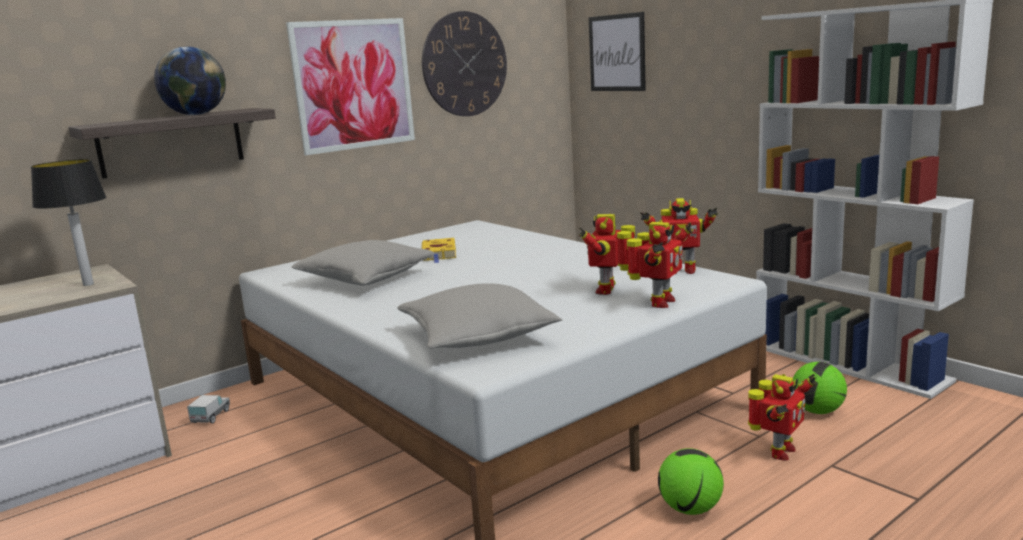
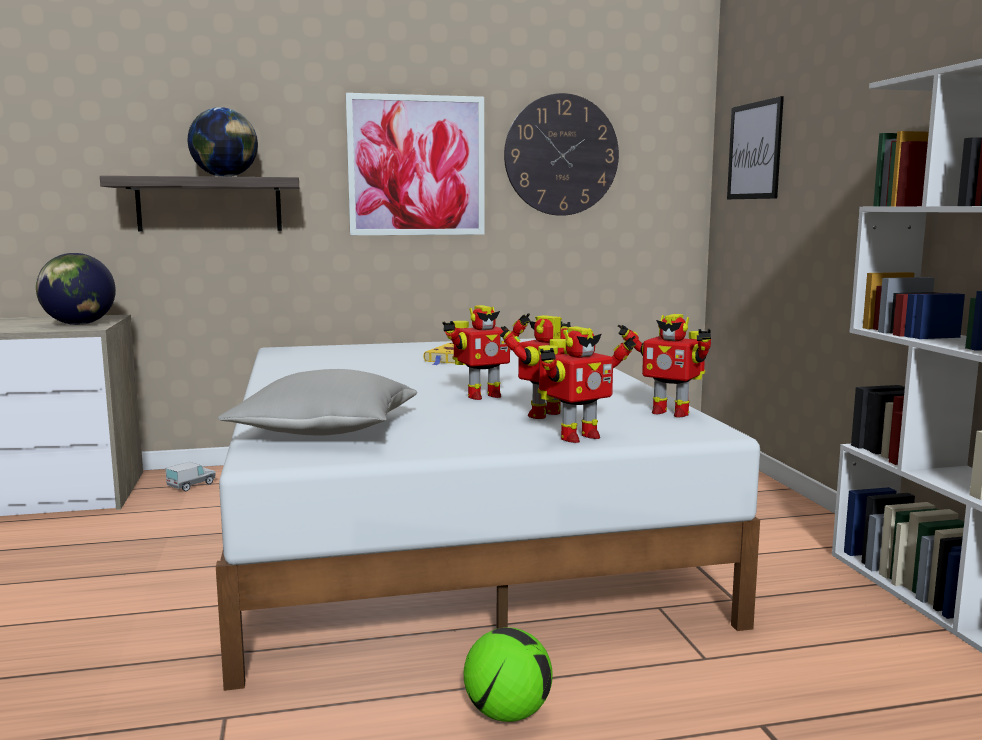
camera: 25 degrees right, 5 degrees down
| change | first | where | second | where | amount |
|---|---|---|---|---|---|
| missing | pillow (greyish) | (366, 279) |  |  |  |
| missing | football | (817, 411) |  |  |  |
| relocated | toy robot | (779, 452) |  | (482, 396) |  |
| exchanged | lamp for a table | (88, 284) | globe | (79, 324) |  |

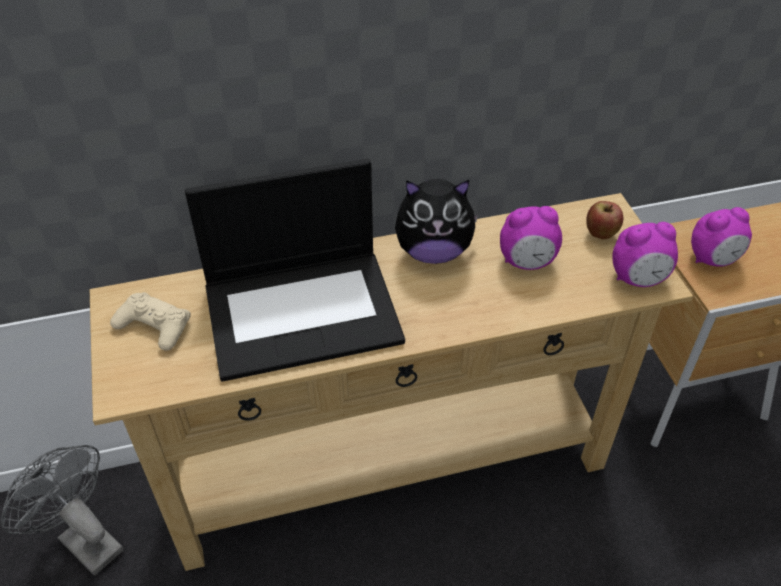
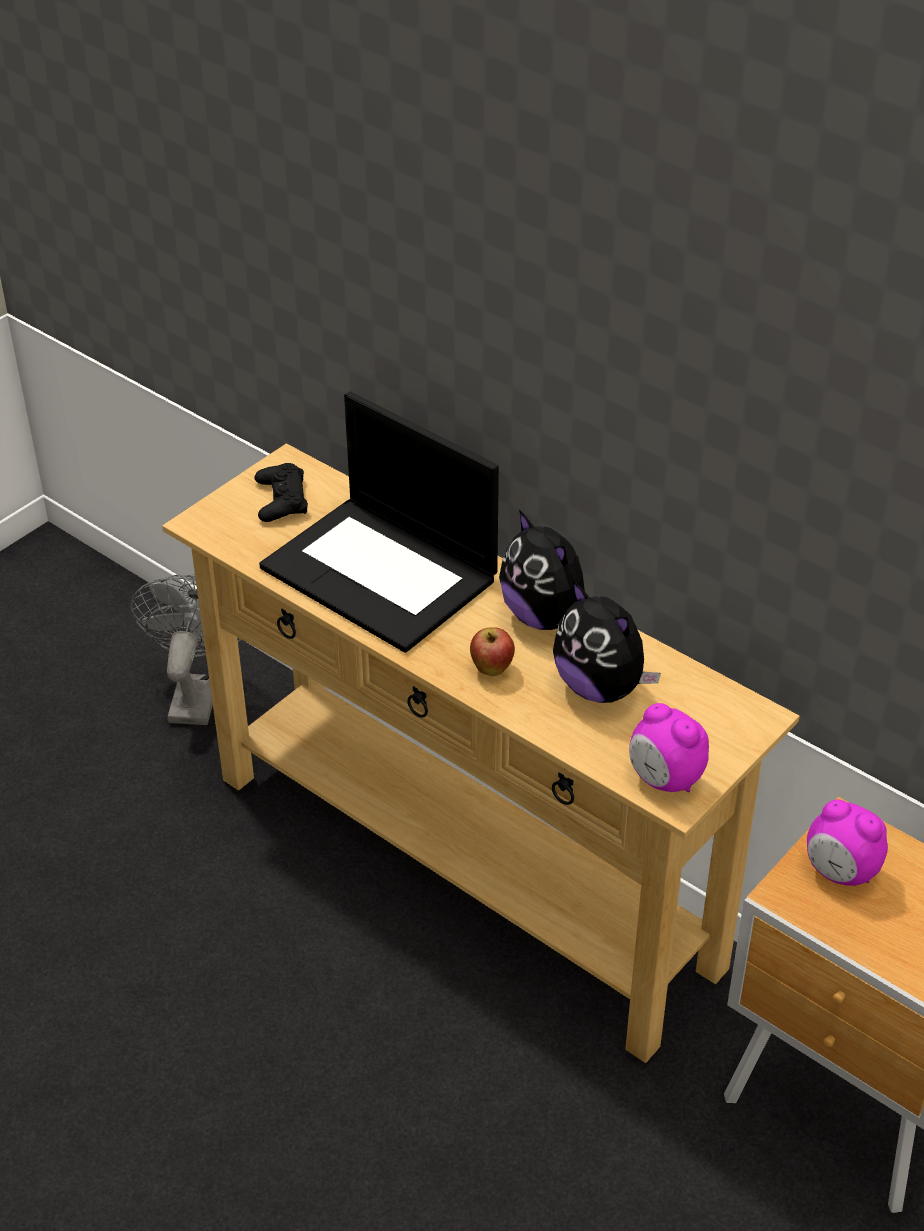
camera: 55 degrees right, 5 degrees down
| change | first | where | second | where | amount |
|---|---|---|---|---|---|
| relocated | apple | (600, 234) |  | (492, 670) |  |
| exchanged | table clock | (527, 262) | soft toy | (601, 687) |  |
| colour | gamepad (beige) | (154, 326) | gamepad (black) | (281, 499) |  |

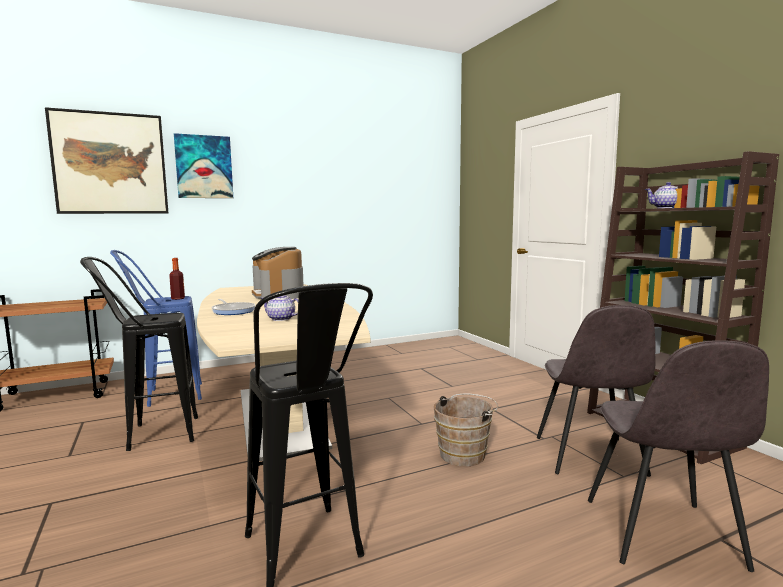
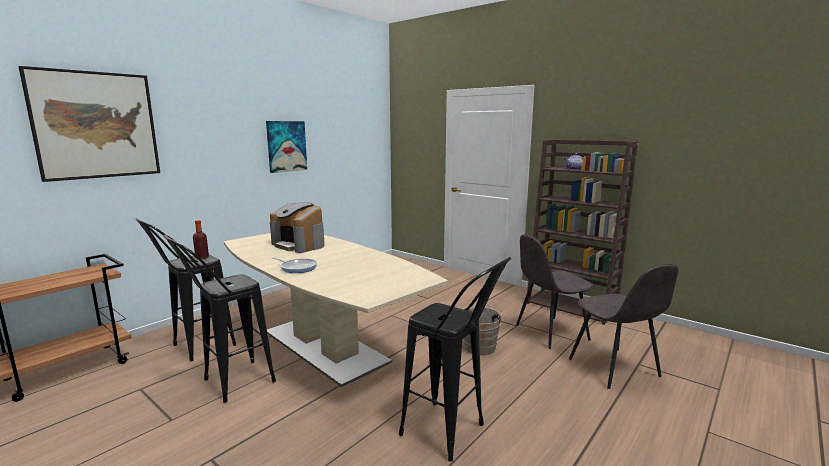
camera: 25 degrees left, 5 degrees up
| change | first | where | second | where | amount |
|---|---|---|---|---|---|
| missing | pot for tea | (281, 319) |  |  |  |
| relocated | wall picture | (204, 167) |  | (286, 146) |  |
| colour | stool (bluish) | (164, 396) | stool (black) | (194, 349) |  |
| spun | upright chair (greyish) | (590, 457) |  | (550, 333) | 90 degrees clockwise |

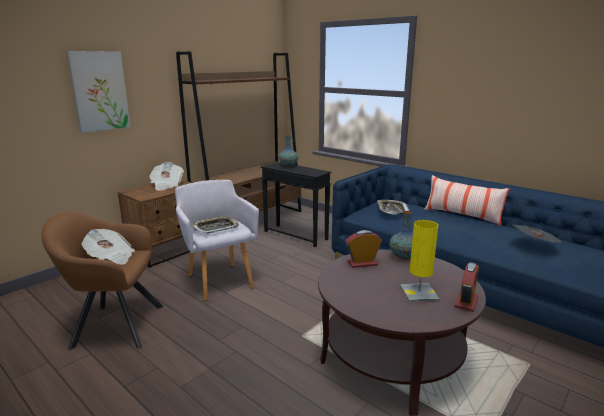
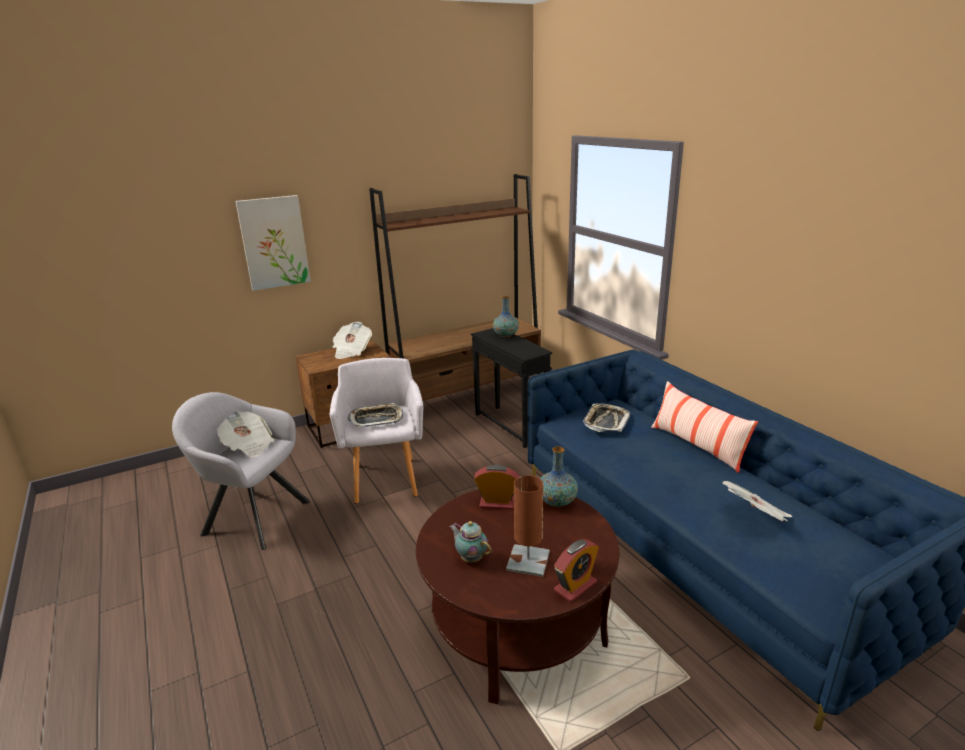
camera: 20 degrees right, 5 degrees up
| change | first | where | second | where | amount |
|---|---|---|---|---|---|
| appeared |  |  | pot for tea | (470, 558) |  |
| colour | lounge chair (brownish) | (113, 325) | lounge chair (greyish) | (252, 516) |  |
| colour | lamp for a table (yellow) | (419, 293) | lamp for a table (brownish) | (528, 561) |  |

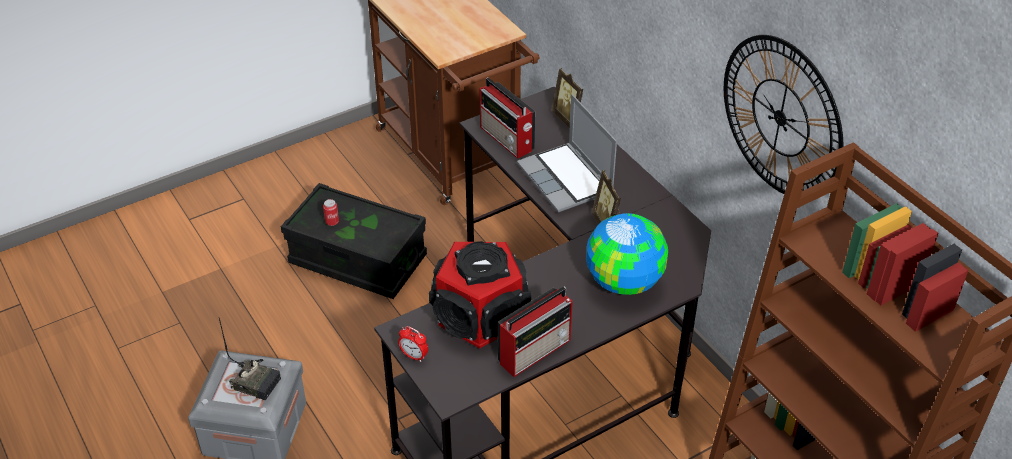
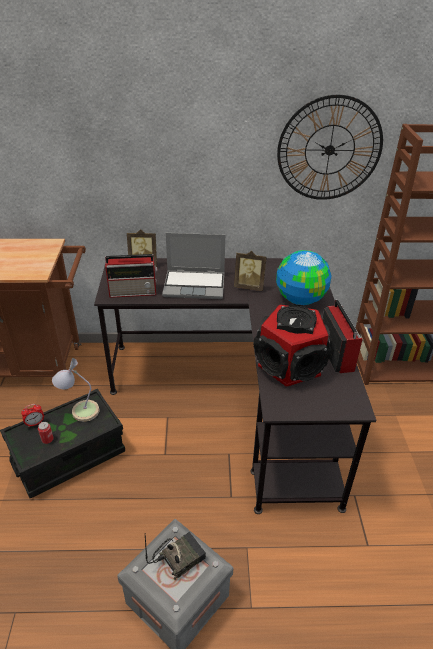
camera: 60 degrees left, 5 degrees down
| change | first | where | second | where | amount |
|---|---|---|---|---|---|
| appeared |  |  | lamp for a table | (79, 410) |  |
| relocated | table clock | (414, 356) |  | (35, 423) |  |

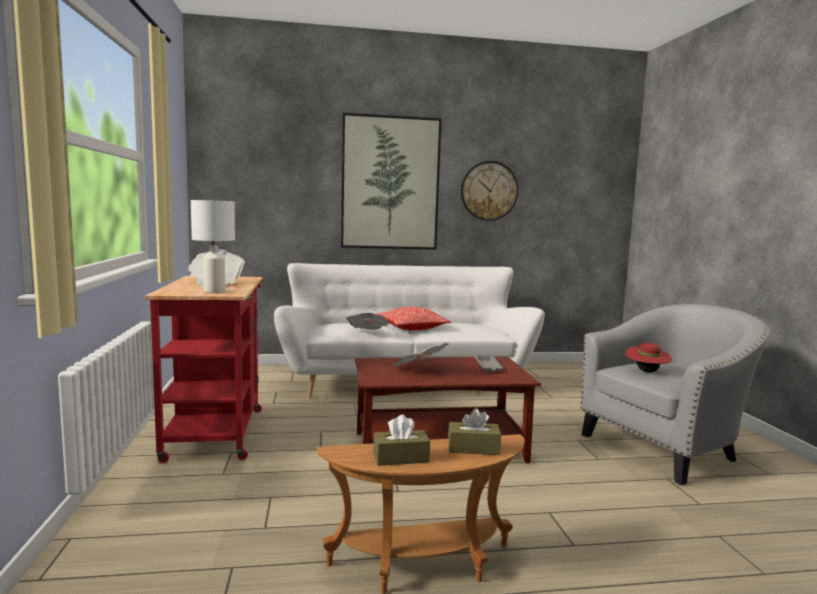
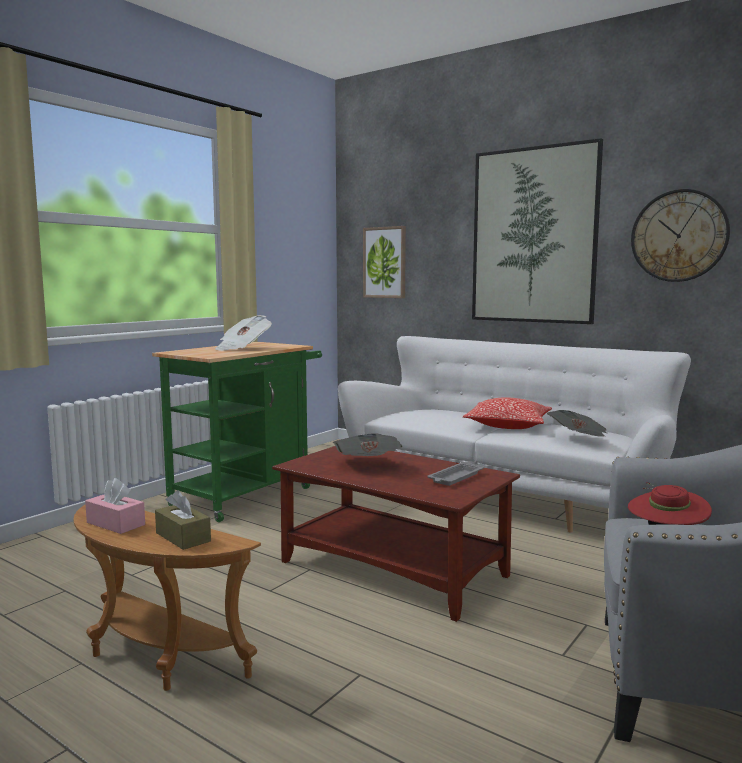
camera: 45 degrees right, 0 degrees up
| change | first | where | second | where | amount |
|---|---|---|---|---|---|
| missing | lamp for a table (whitish) | (215, 291) |  |  |  |
| appeared |  |  | wall picture | (385, 262) |  |
| relocated | newspaper | (368, 334) |  | (578, 440) |  |
| colour | cart (reddish) | (215, 430) | cart (green-coloured) | (247, 494) |  |
| colour | tissue holder (brownish) | (401, 458) | tissue holder (pink) | (115, 524) |  |

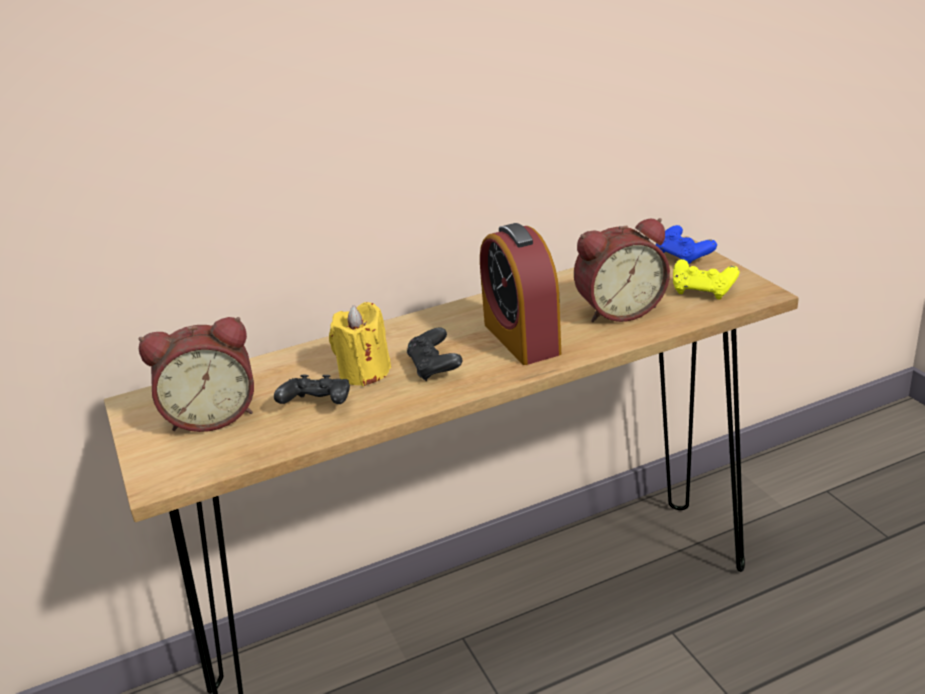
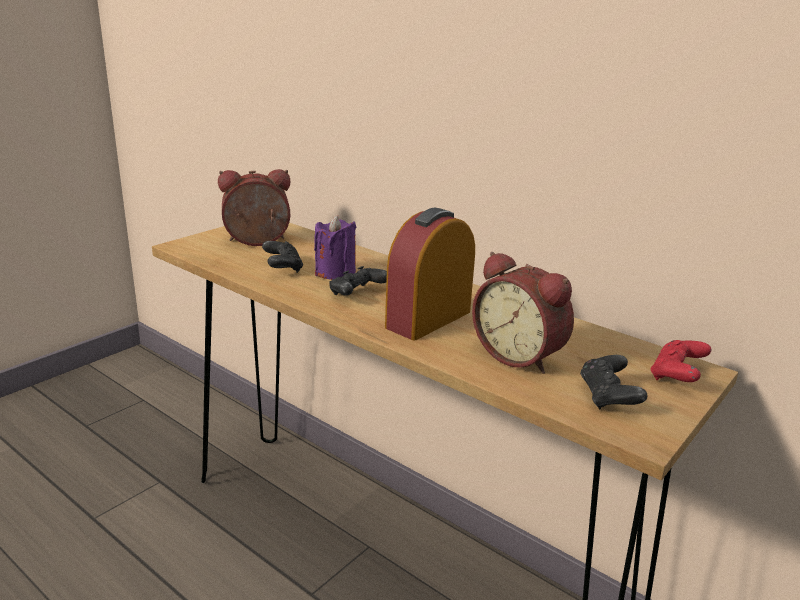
camera: 60 degrees right, 5 degrees down
| change | first | where | second | where | amount |
|---|---|---|---|---|---|
| colour | wax candle (yellow) | (364, 372) | wax candle (purple) | (335, 273) |  |
| colour | gamepad (bluish) | (683, 257) | gamepad (reddish) | (677, 375) |  |
| colour | gamepad (yellow) | (703, 291) | gamepad (black) | (608, 397) |  |
| spun | table clock | (212, 415) |  | (257, 242) | 120 degrees clockwise |

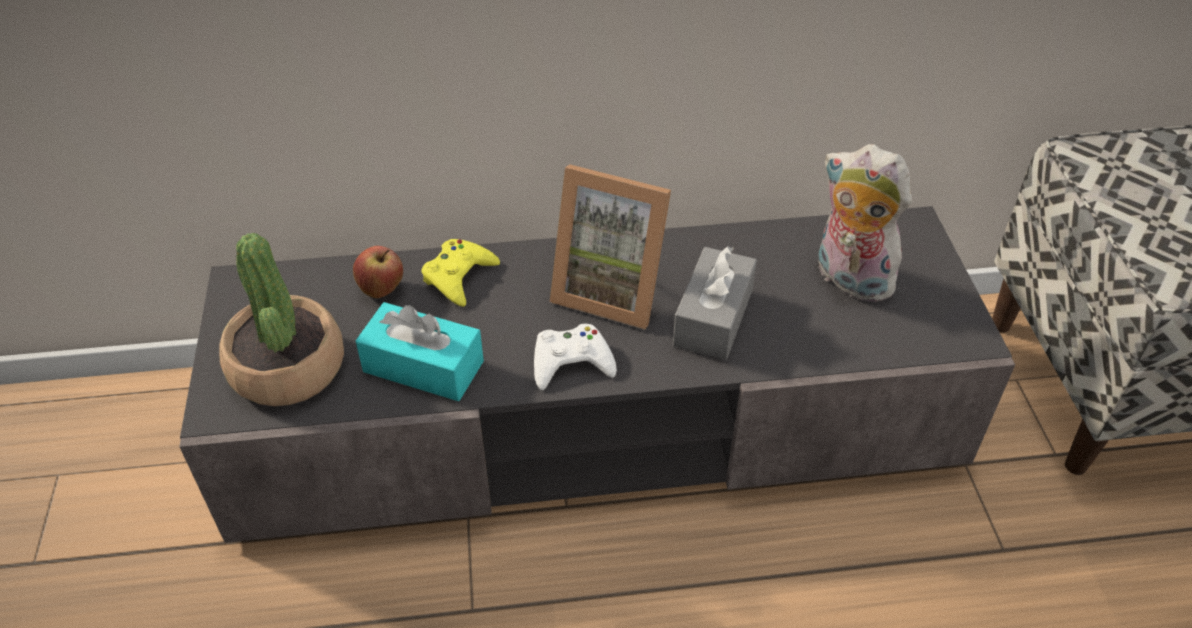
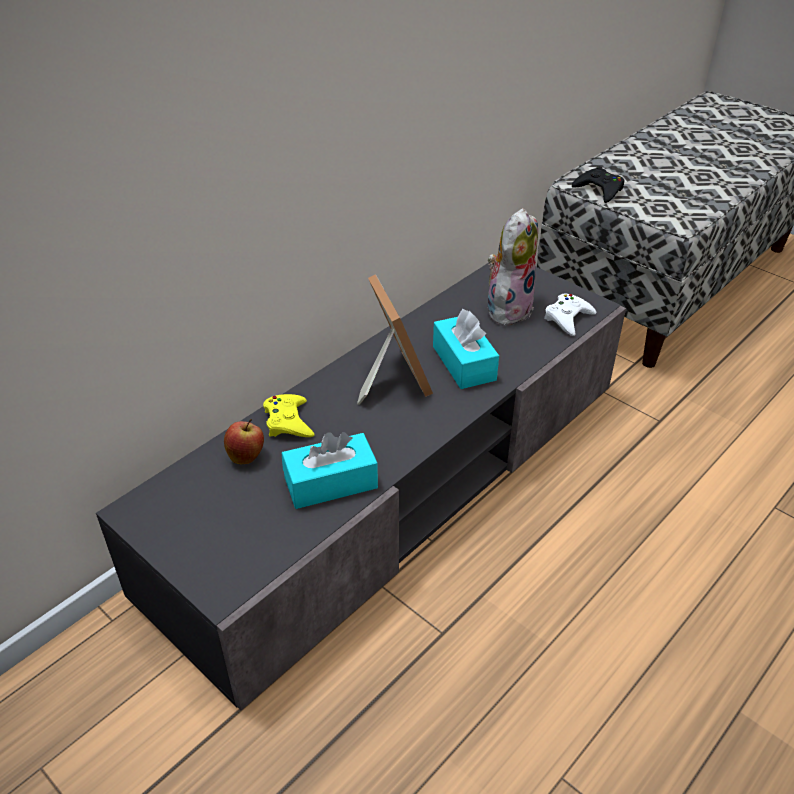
camera: 40 degrees left, 5 degrees down
| change | first | where | second | where | amount |
|---|---|---|---|---|---|
| missing | potted plant | (287, 367) |  |  |  |
| appeared |  |  | gamepad (black) | (599, 190) |  |
| relocated | gamepad (whitish) | (571, 362) |  | (568, 318) |  |
| colour | tissue holder (greyish) | (713, 318) | tissue holder (blue-green) | (464, 363) |  |
| spun | standing frame | (611, 289) |  | (390, 379) | 90 degrees counterclockwise |
| spun | soft toy | (848, 279) |  | (507, 308) | 120 degrees clockwise |

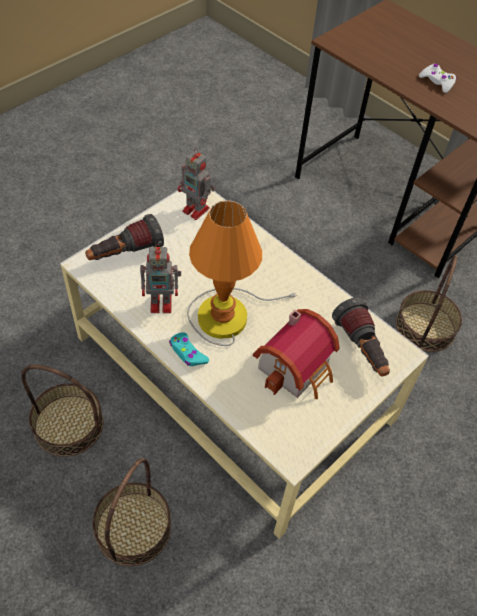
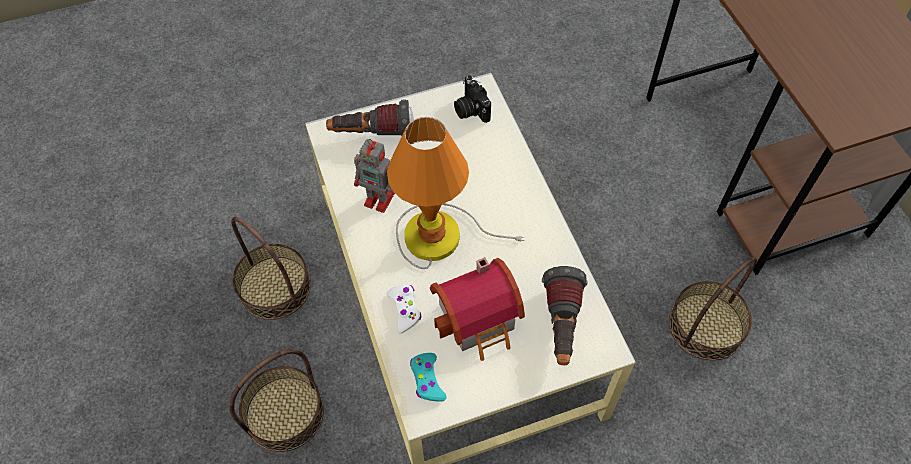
camera: 30 degrees right, 5 degrees up
| change | first | where | second | where | amount |
|---|---|---|---|---|---|
| relocated | gamepad (blue-green) | (187, 353) |  | (427, 380) |  |
| relocated | gamepad (whitish) | (437, 82) |  | (405, 310) |  |
| exchanged | toy robot | (197, 210) | photo camera | (470, 109) |  |

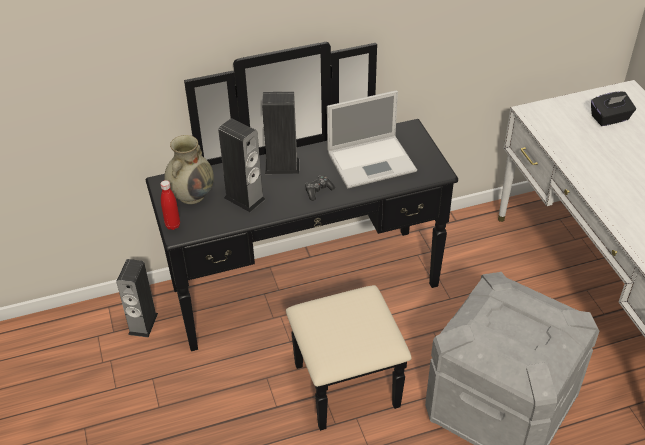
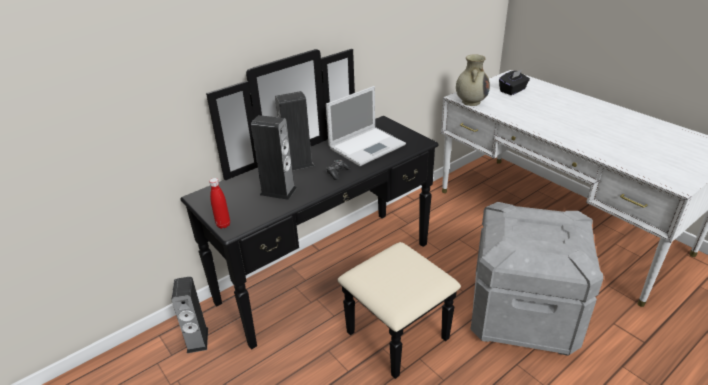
camera: 20 degrees left, 10 degrees down
| change | first | where | second | where | amount |
|---|---|---|---|---|---|
| relocated | flower vase (beige) | (192, 194) |  | (471, 102) |  |

